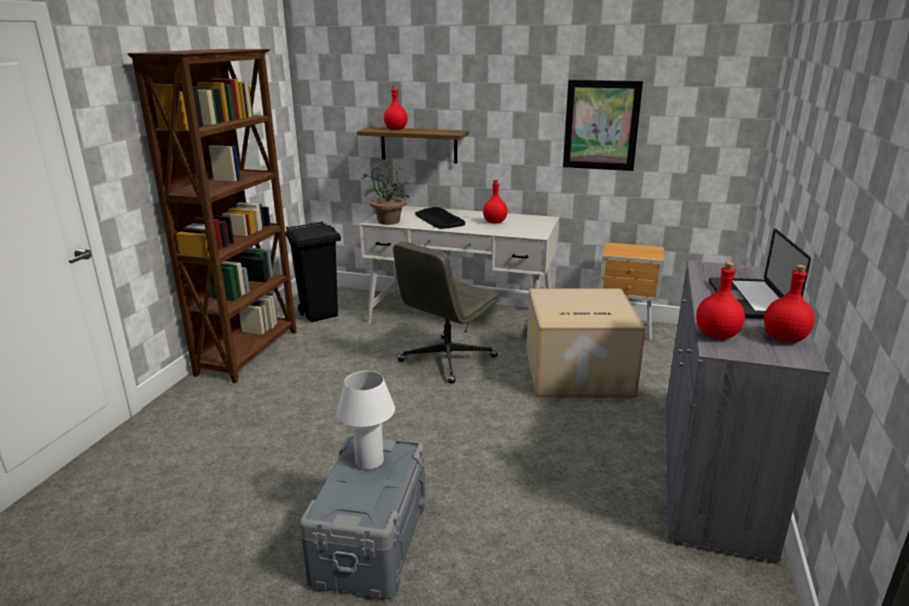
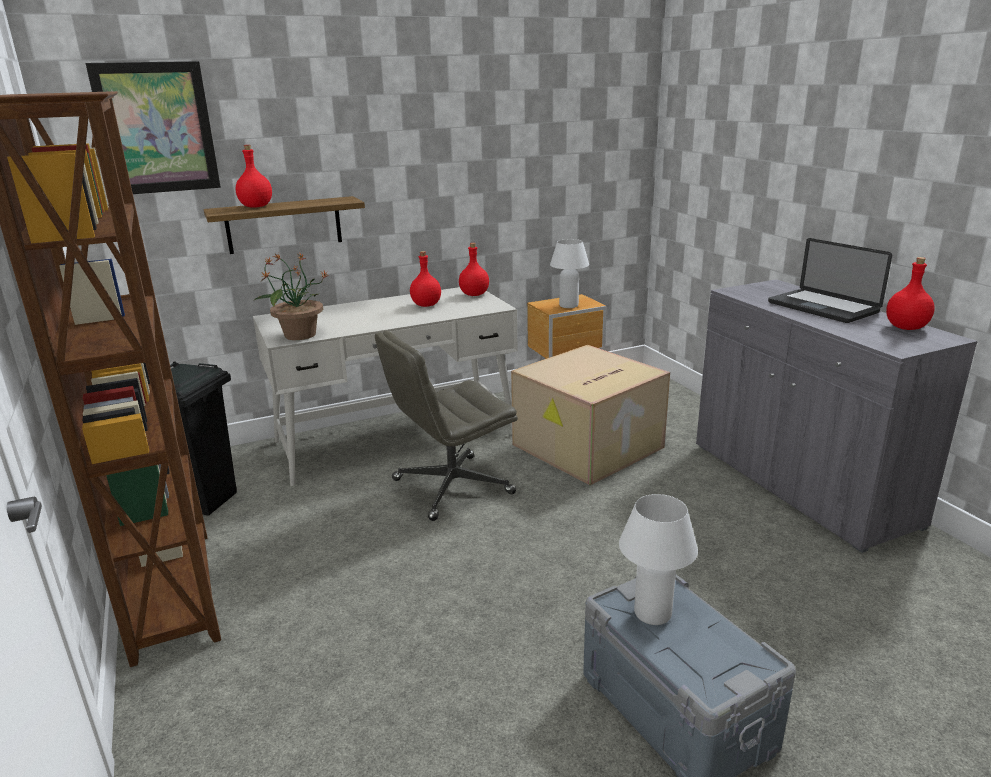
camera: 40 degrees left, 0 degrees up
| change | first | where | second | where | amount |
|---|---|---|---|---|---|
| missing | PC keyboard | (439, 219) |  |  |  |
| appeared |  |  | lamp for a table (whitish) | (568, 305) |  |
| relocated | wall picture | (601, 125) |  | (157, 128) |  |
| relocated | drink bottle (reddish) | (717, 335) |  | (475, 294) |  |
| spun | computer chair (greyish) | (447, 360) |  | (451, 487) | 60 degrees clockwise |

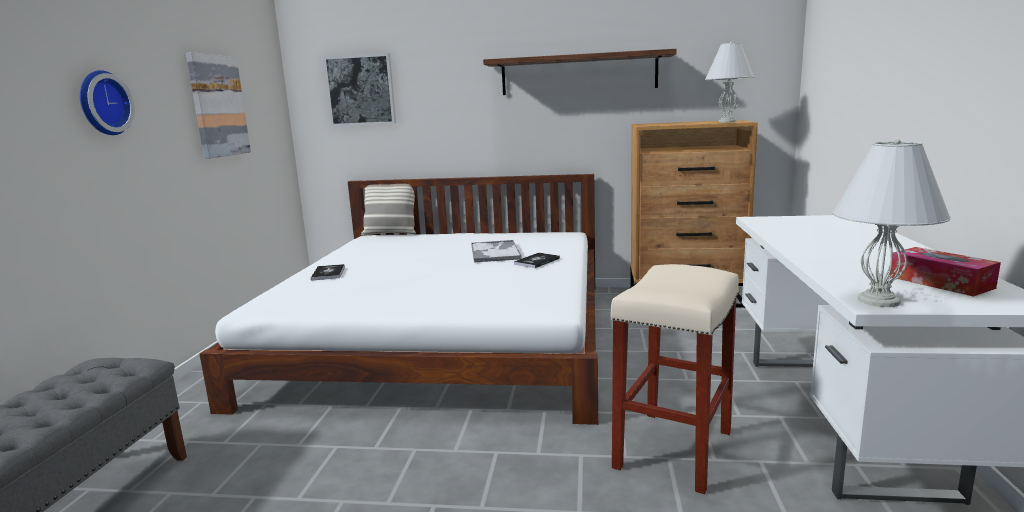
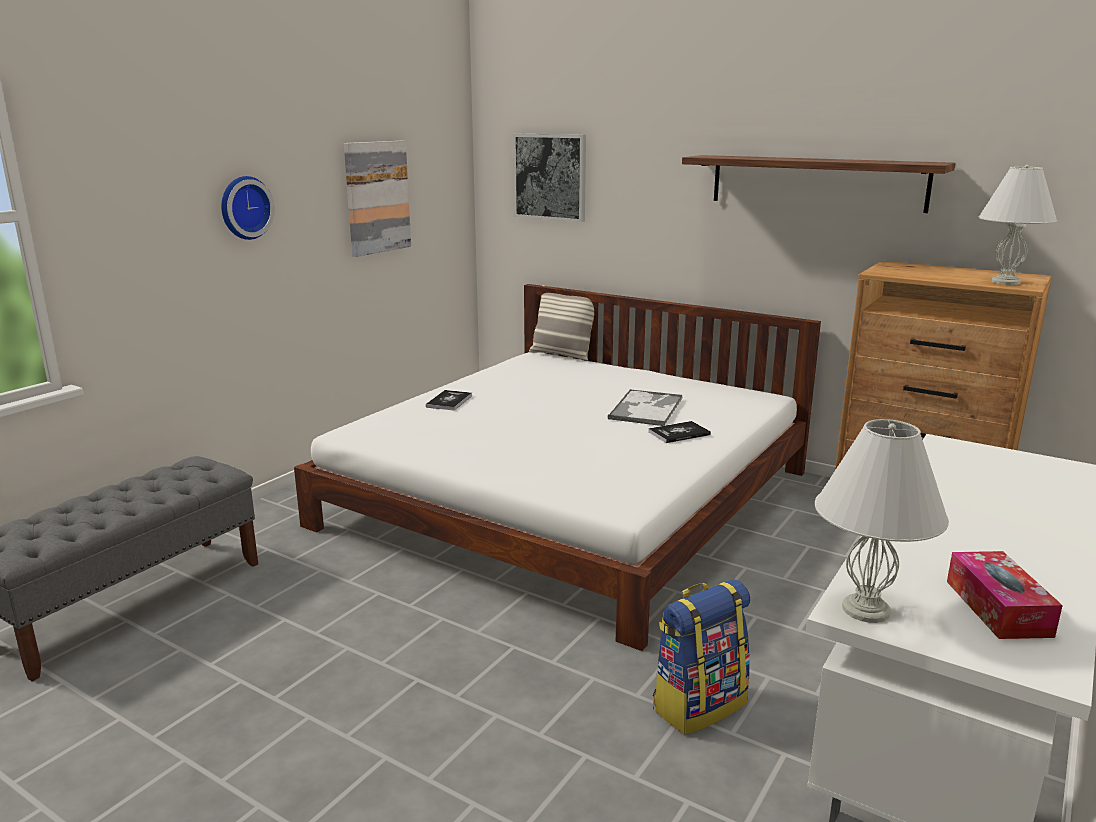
camera: 25 degrees right, 5 degrees up
| change | first | where | second | where | amount |
|---|---|---|---|---|---|
| exchanged | stool (beige) | (673, 448) | backpack | (698, 704) |  |

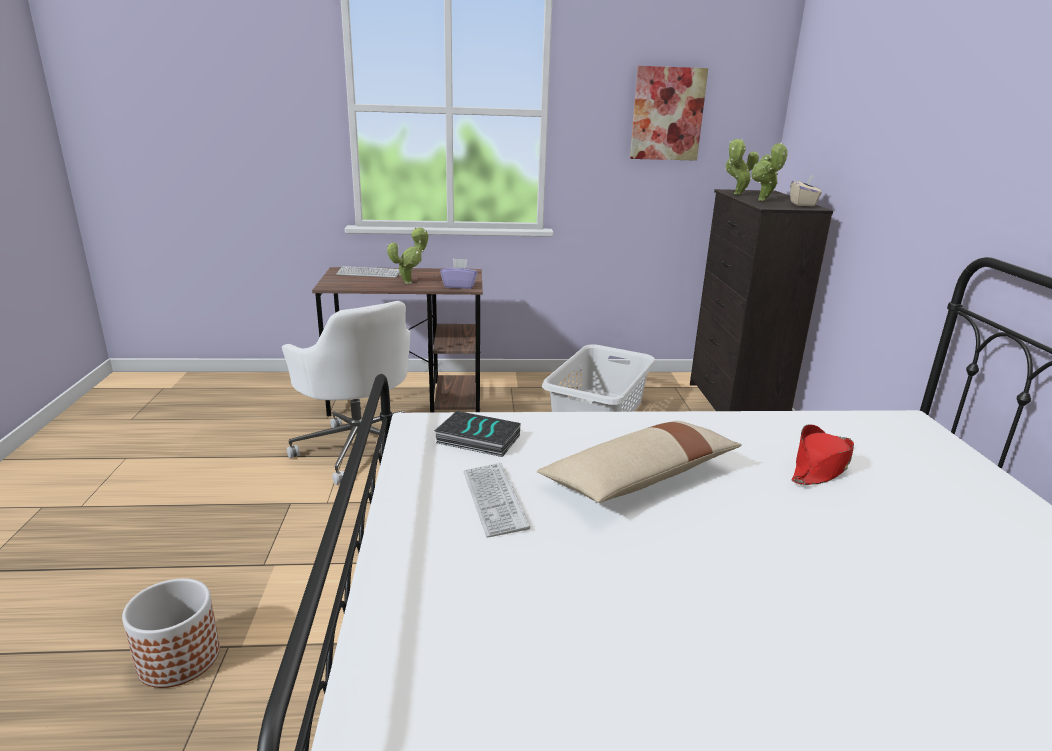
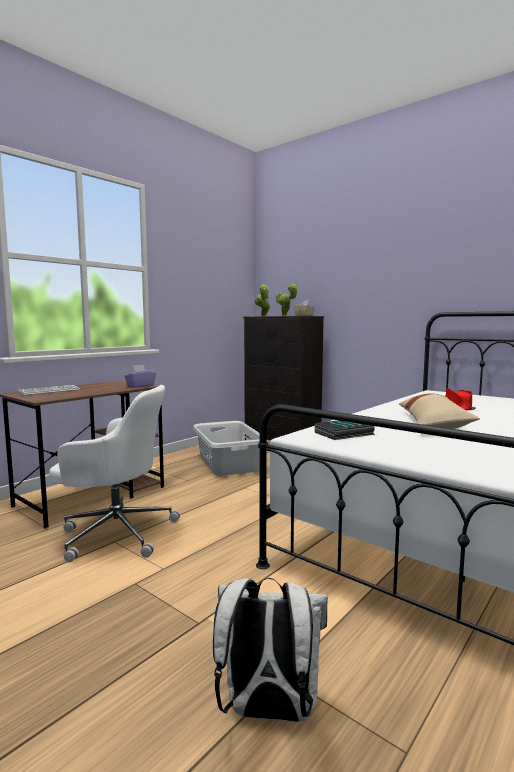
camera: 45 degrees left, 15 degrees down
| change | first | where | second | where | amount |
|---|---|---|---|---|---|
| missing | potted plant | (410, 282) |  |  |  |
| missing | PC keyboard | (494, 500) |  |  |  |
| missing | wall picture | (667, 114) |  |  |  |
| exchanged | planter | (178, 658) | backpack (whitish) | (268, 711) |  |

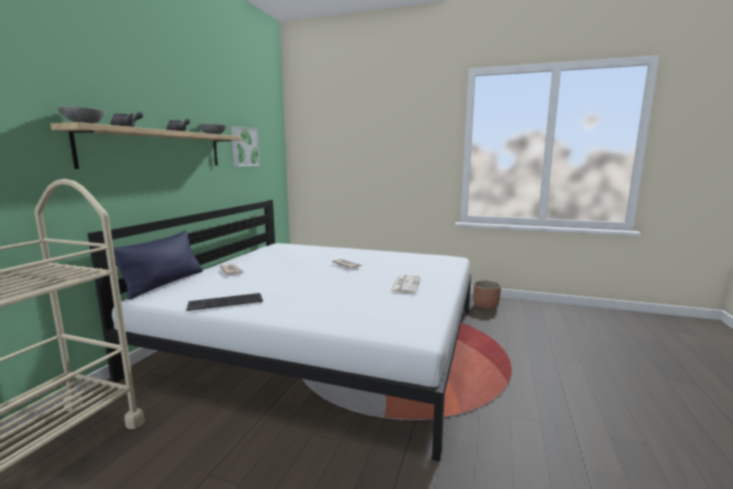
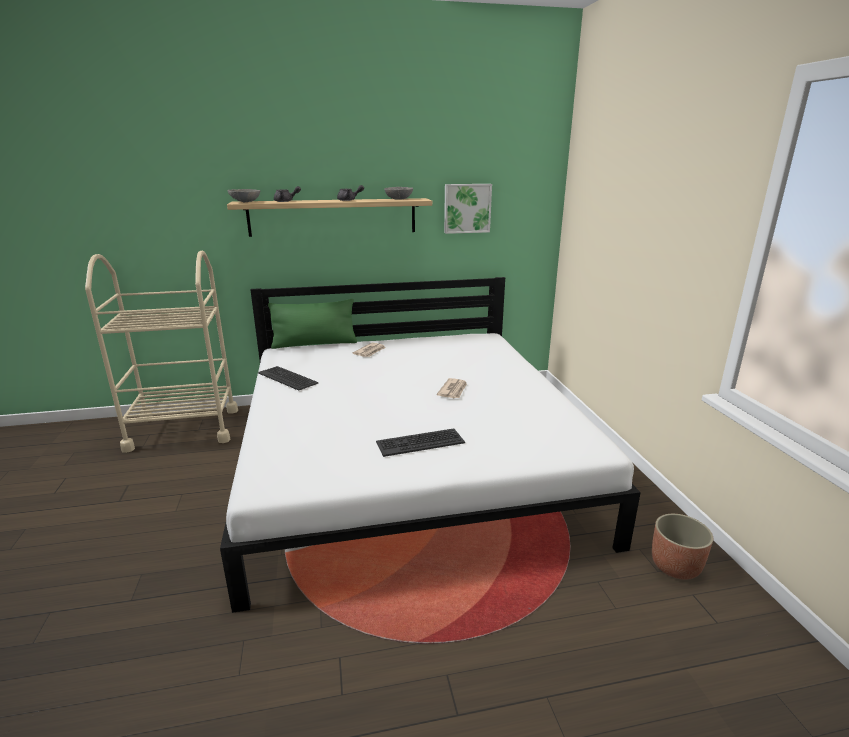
camera: 60 degrees right, 10 degrees up
| change | first | where | second | where | amount |
|---|---|---|---|---|---|
| exchanged | newspaper | (405, 284) | PC keyboard | (420, 442) |  |
| colour | pillow (bluish) | (164, 283) | pillow (green-coloured) | (314, 344) |  |

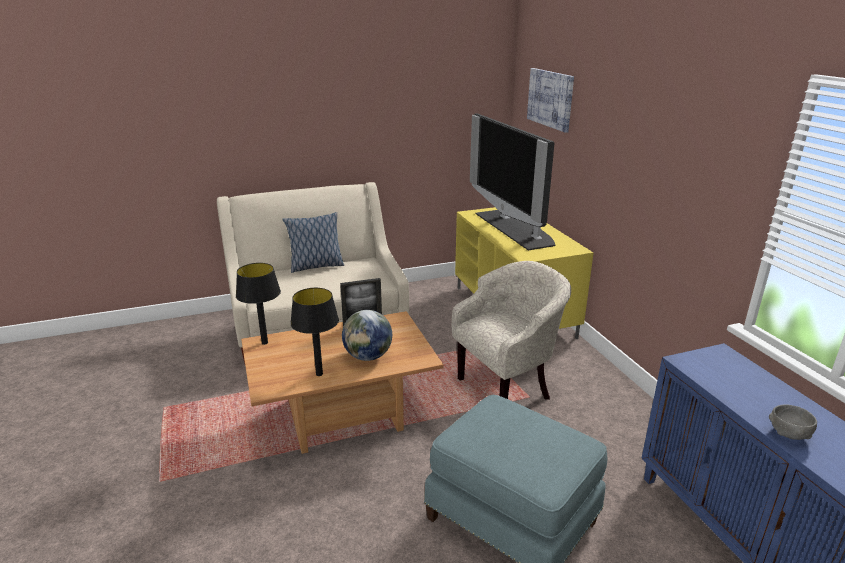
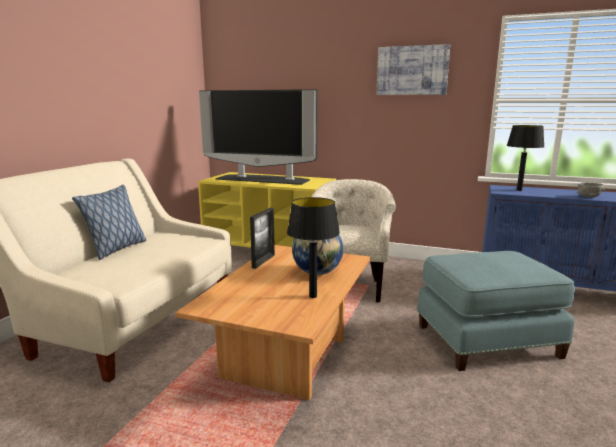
camera: 50 degrees left, 10 degrees down
| change | first | where | second | where | amount |
|---|---|---|---|---|---|
| relocated | lamp for a table (black) | (265, 342) |  | (519, 190) |  |
| relocated | wall picture | (550, 99) |  | (412, 70) |  |

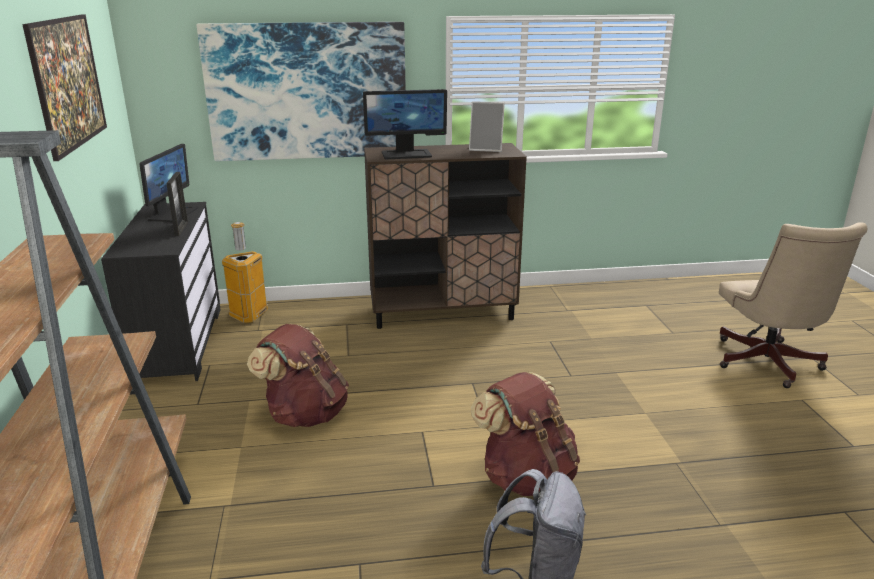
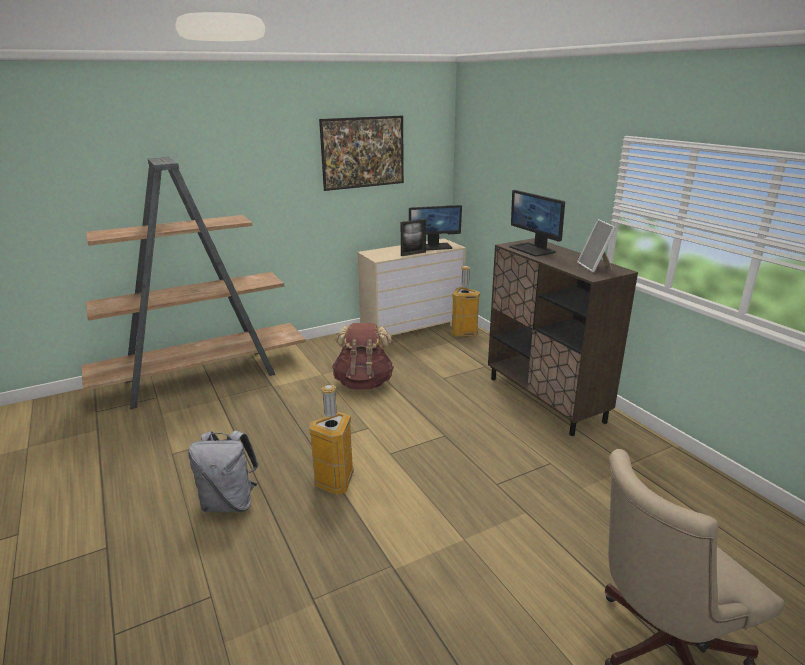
camera: 70 degrees right, 0 degrees up
| change | first | where | second | where | amount |
|---|---|---|---|---|---|
| missing | wall picture | (307, 92) |  |  |  |
| exchanged | backpack (brownish) | (526, 477) | rubbish bin | (336, 482) |  |
| colour | drawer chest (black) | (178, 343) | drawer chest (beige) | (412, 325) |  |

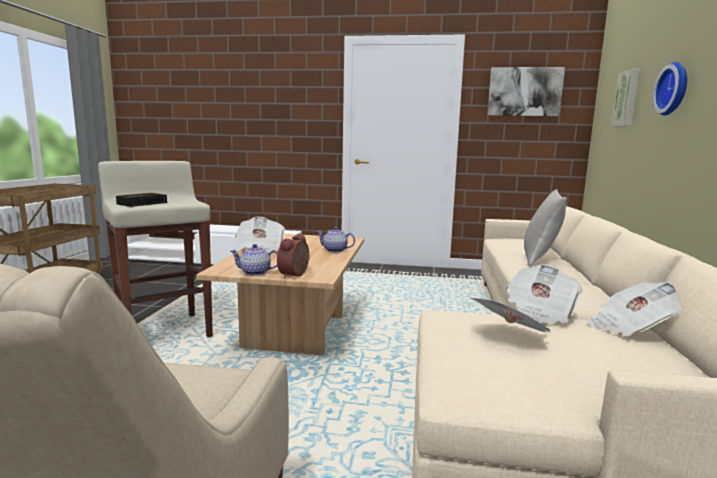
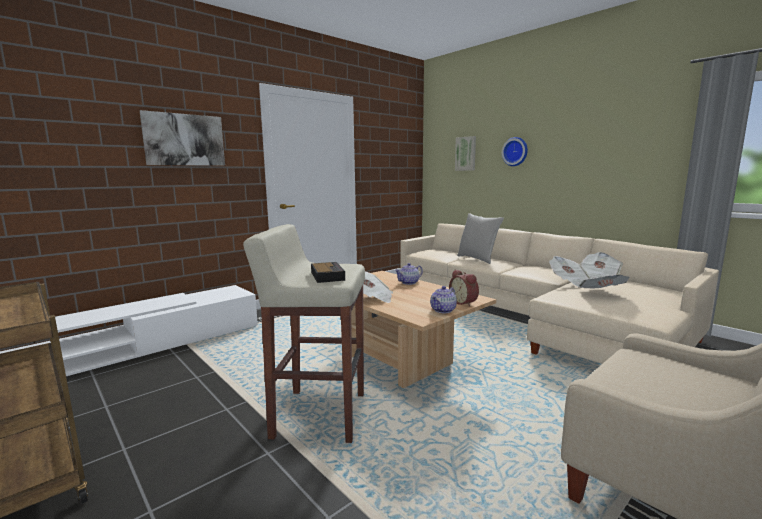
camera: 50 degrees left, 0 degrees up
| change | first | where | second | where | amount |
|---|---|---|---|---|---|
| relocated | wall picture | (524, 92) |  | (184, 140) |  |

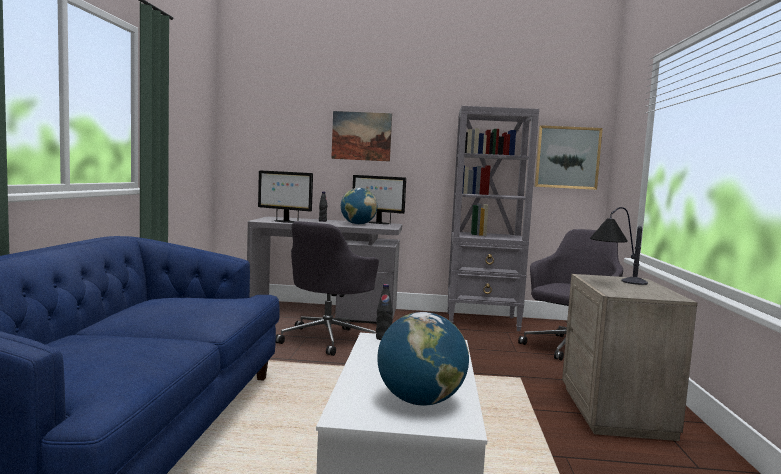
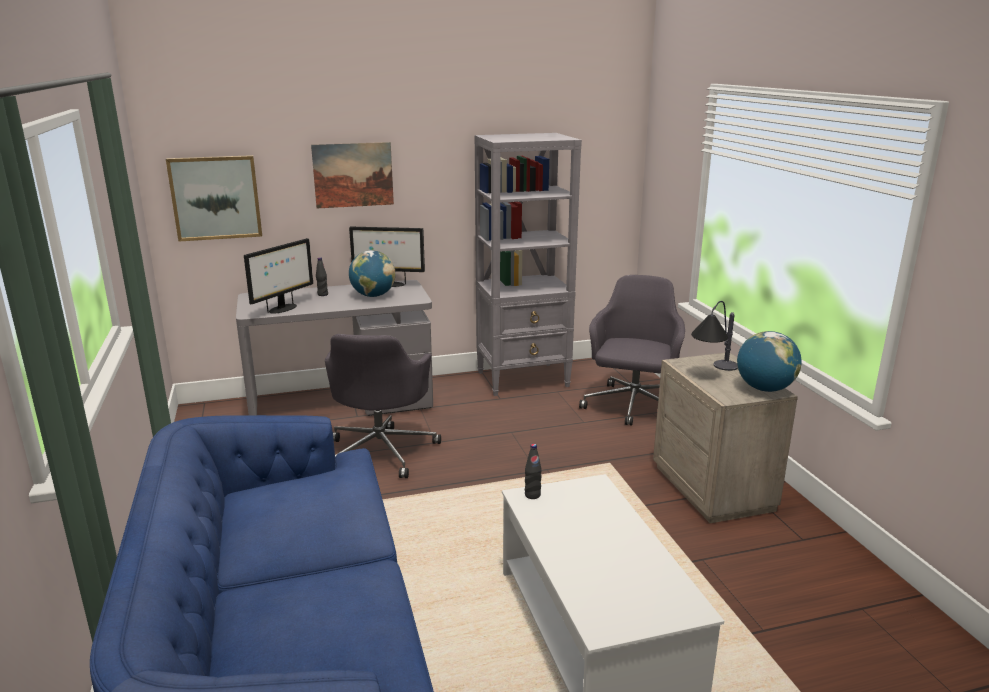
camera: 20 degrees left, 15 degrees up
| change | first | where | second | where | amount |
|---|---|---|---|---|---|
| relocated | globe | (420, 401) |  | (764, 389) |  |
| relocated | wall picture | (567, 157) |  | (215, 197) |  |
| spun | computer display | (285, 221) |  | (282, 309) | 60 degrees counterclockwise |

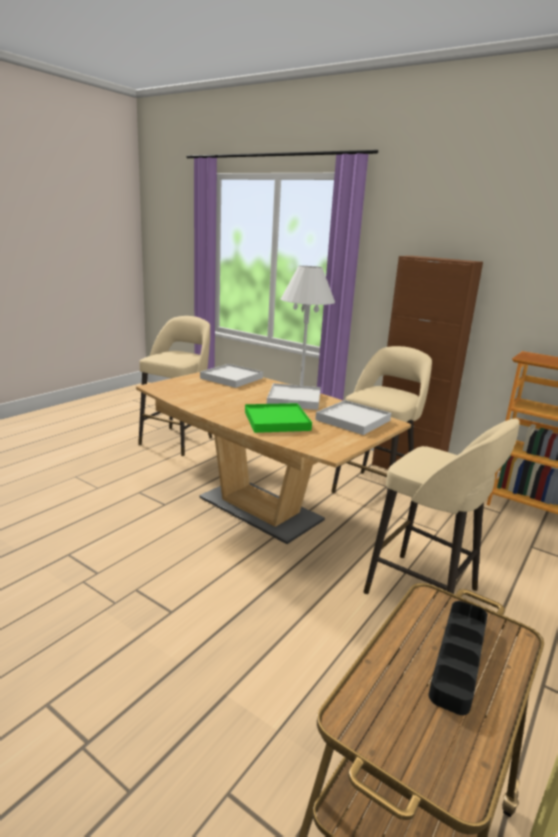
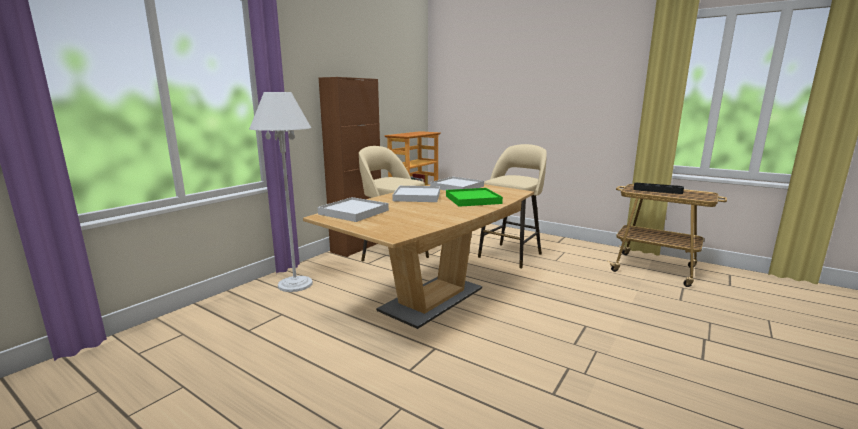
camera: 90 degrees left, 5 degrees down
| change | first | where | second | where | amount |
|---|---|---|---|---|---|
| missing | stool (beige) | (177, 440) |  |  |  |

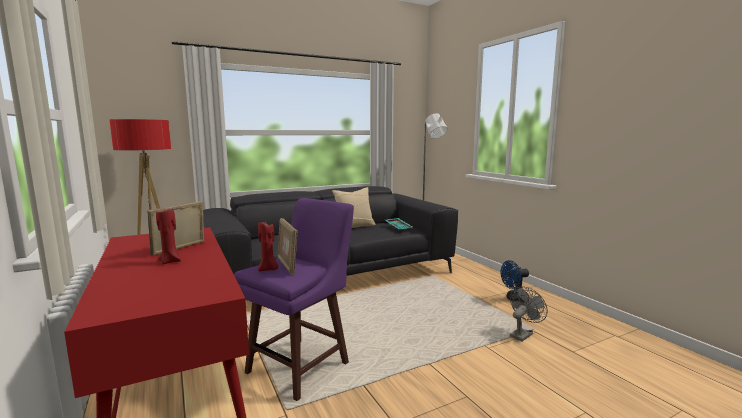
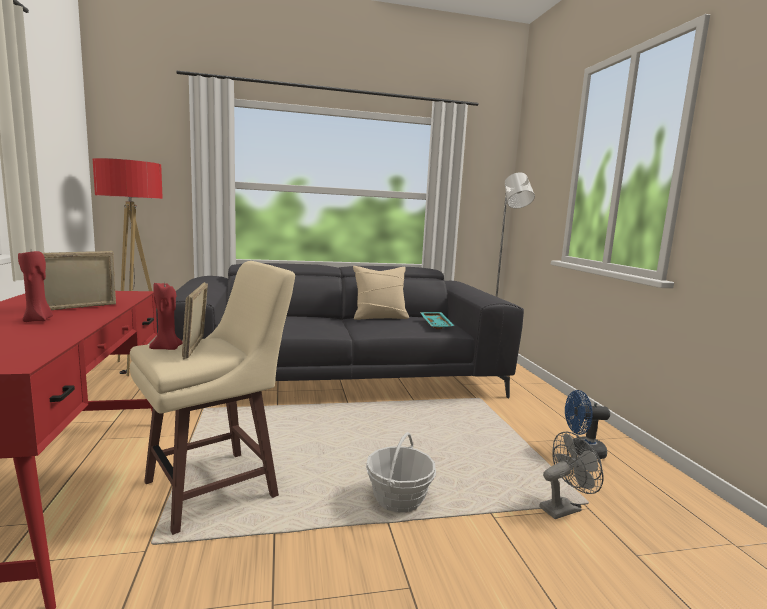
camera: 15 degrees right, 0 degrees up
| change | first | where | second | where | amount |
|---|---|---|---|---|---|
| appeared |  |  | basket | (398, 499) |  |
| colour | stool (purple) | (301, 366) | stool (beige) | (215, 488) |  |

